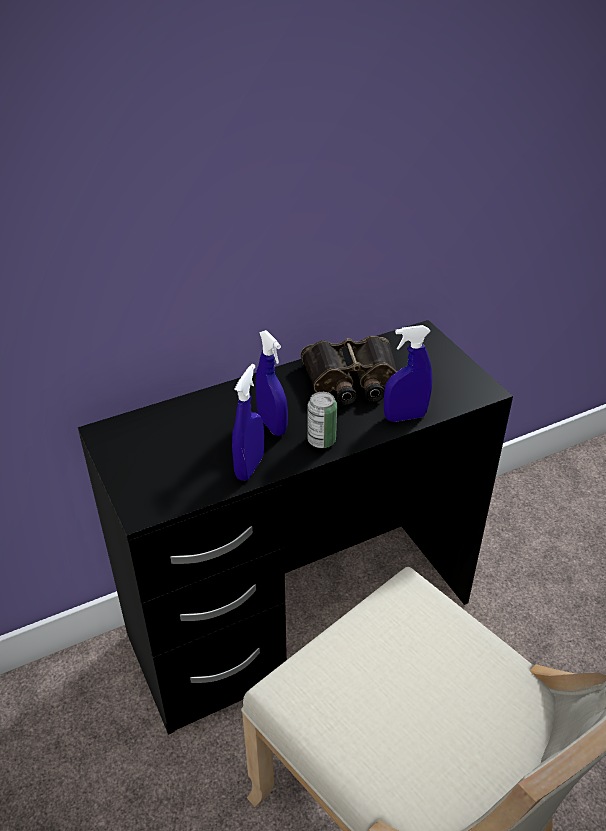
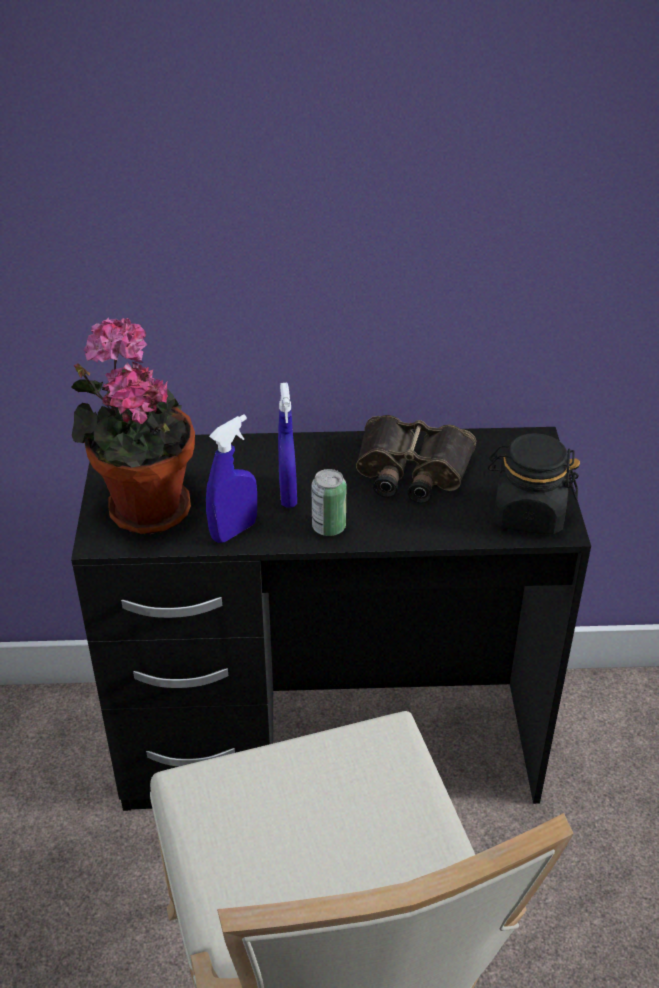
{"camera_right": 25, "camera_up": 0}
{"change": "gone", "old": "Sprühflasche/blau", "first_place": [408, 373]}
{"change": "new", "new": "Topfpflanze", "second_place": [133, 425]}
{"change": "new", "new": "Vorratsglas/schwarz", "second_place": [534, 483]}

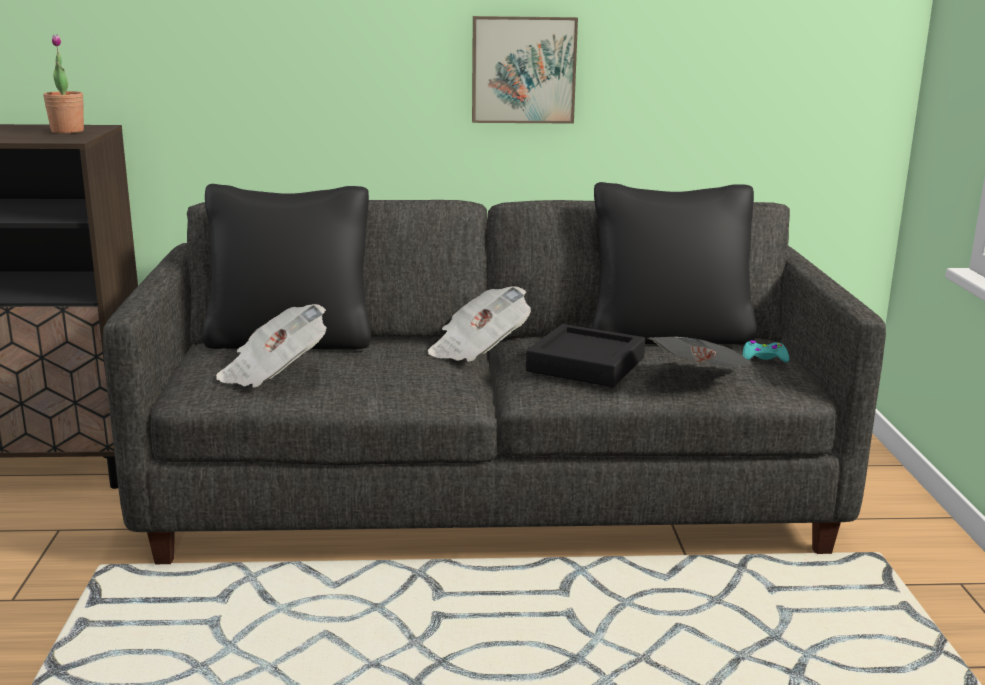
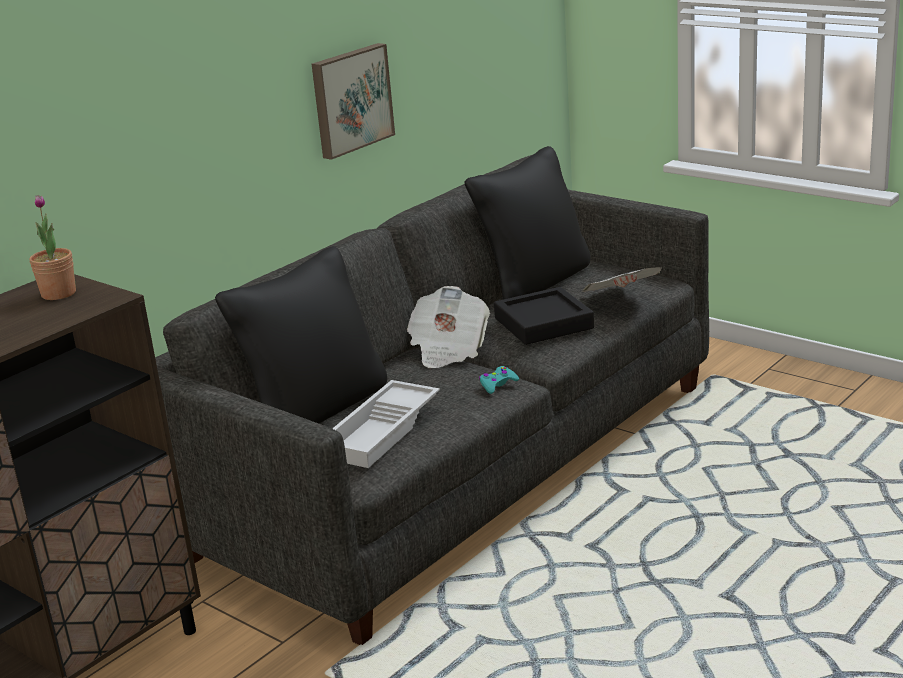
{"camera_right": -45, "camera_up": 5}
{"change": "swapped", "old": "Zeitung", "new": "Tablett/weiß", "first_place": [271, 346], "second_place": [386, 424]}
{"change": "shifted", "old": "Gamepad/türkis", "first_place": [766, 351], "second_place": [499, 380]}

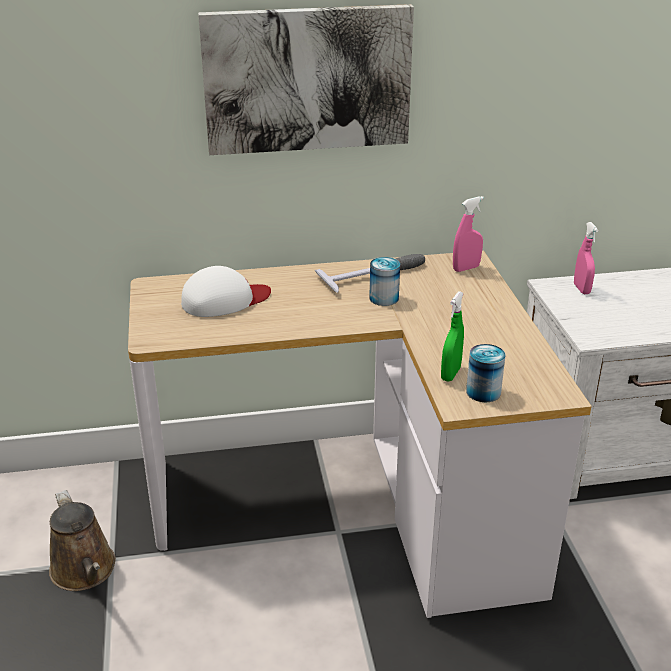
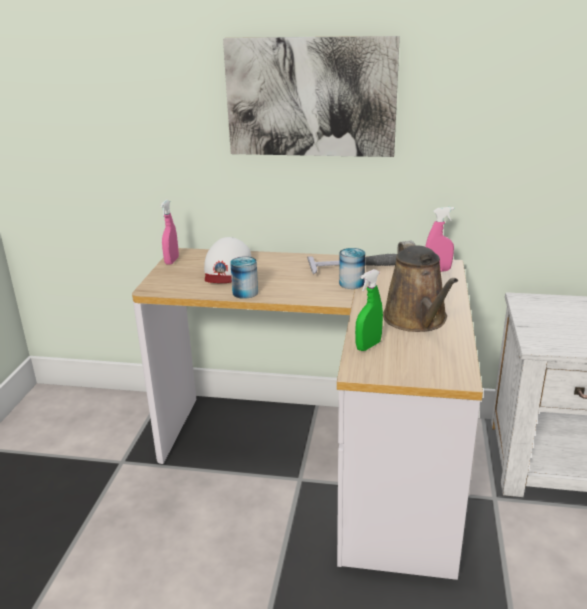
{"camera_right": 20, "camera_up": -5}
{"change": "shifted", "old": "Gießkanne/braun", "first_place": [82, 540], "second_place": [420, 286]}
{"change": "rotated", "old": "Kappe/weiß", "first_place": [226, 291], "second_place": [228, 260], "degrees": 105}
{"change": "shifted", "old": "Dose", "first_place": [485, 373], "second_place": [244, 277]}
{"change": "shifted", "old": "Sprühflasche/rosa", "first_place": [586, 258], "second_place": [169, 232]}

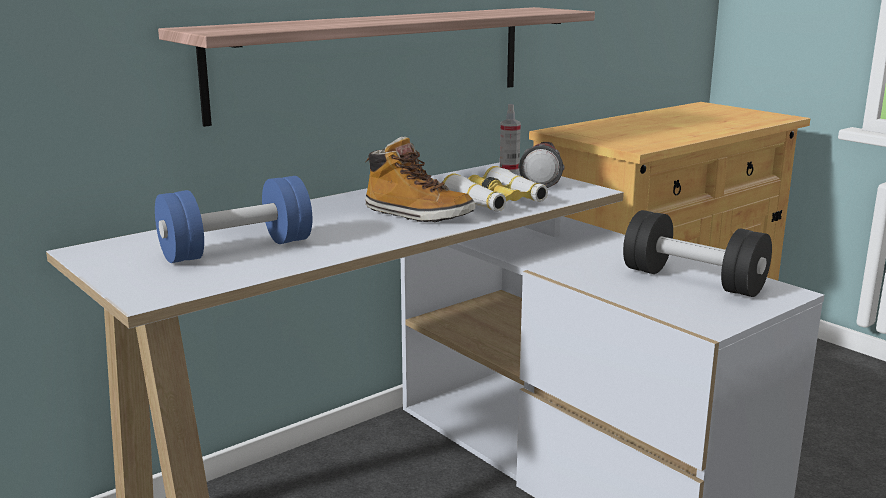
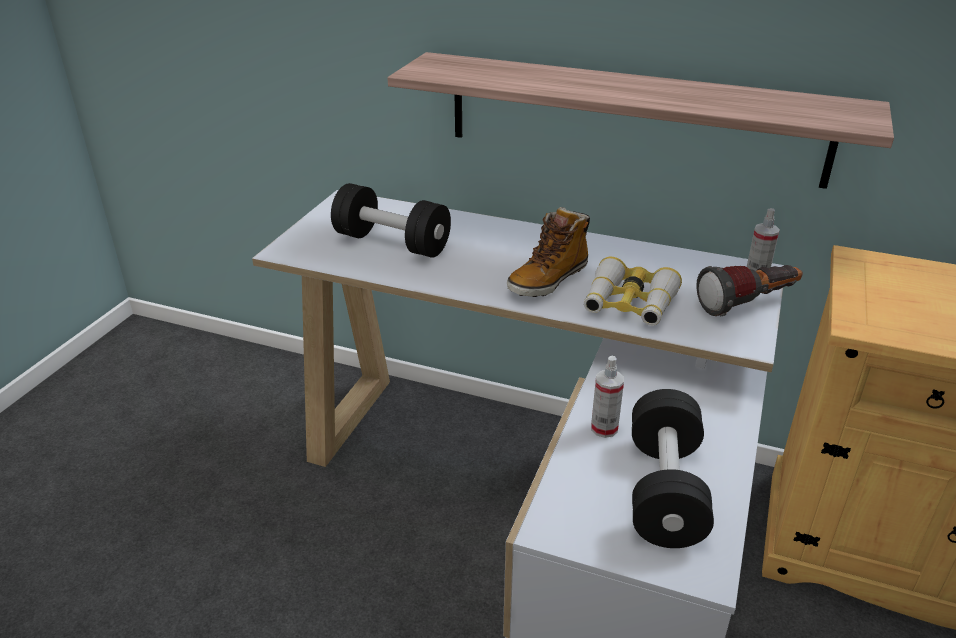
{"camera_right": 60, "camera_up": 15}
{"change": "repainted", "old": "Hantel/blau", "new": "Hantel/schwarz", "first_place": [233, 219], "second_place": [391, 220]}
{"change": "rotated", "old": "Stiefel", "first_place": [420, 179], "second_place": [548, 252], "degrees": 45}
{"change": "new", "new": "Sprühflasche", "second_place": [607, 397]}

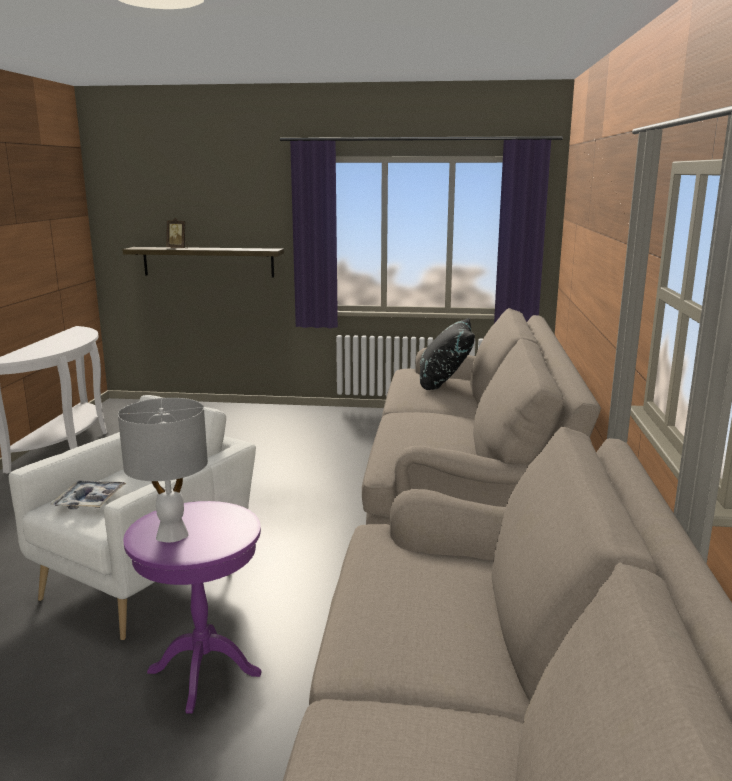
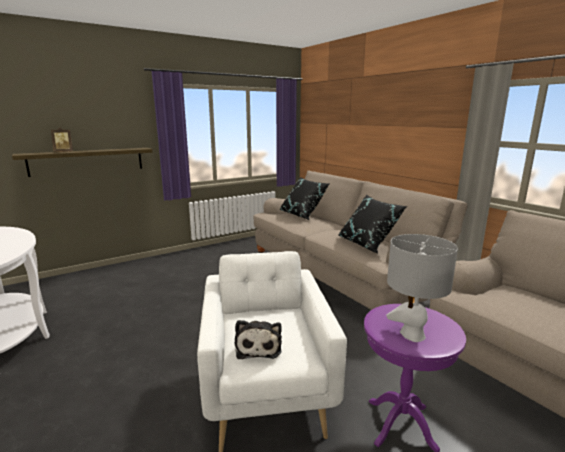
{"camera_right": -40, "camera_up": 0}
{"change": "swapped", "old": "Tablett", "new": "Plüschtier", "first_place": [88, 494], "second_place": [258, 339]}
{"change": "new", "new": "Kissen/schwarz", "second_place": [373, 224]}

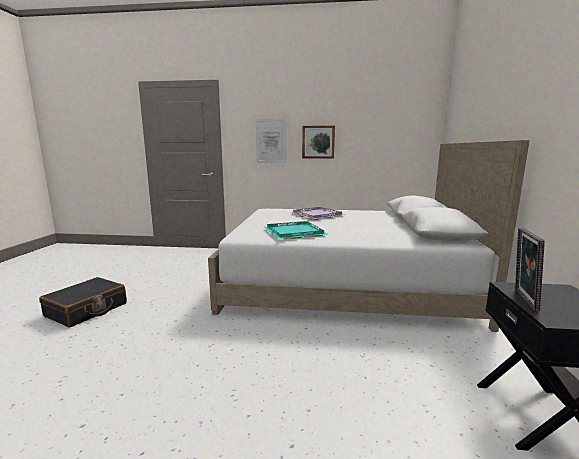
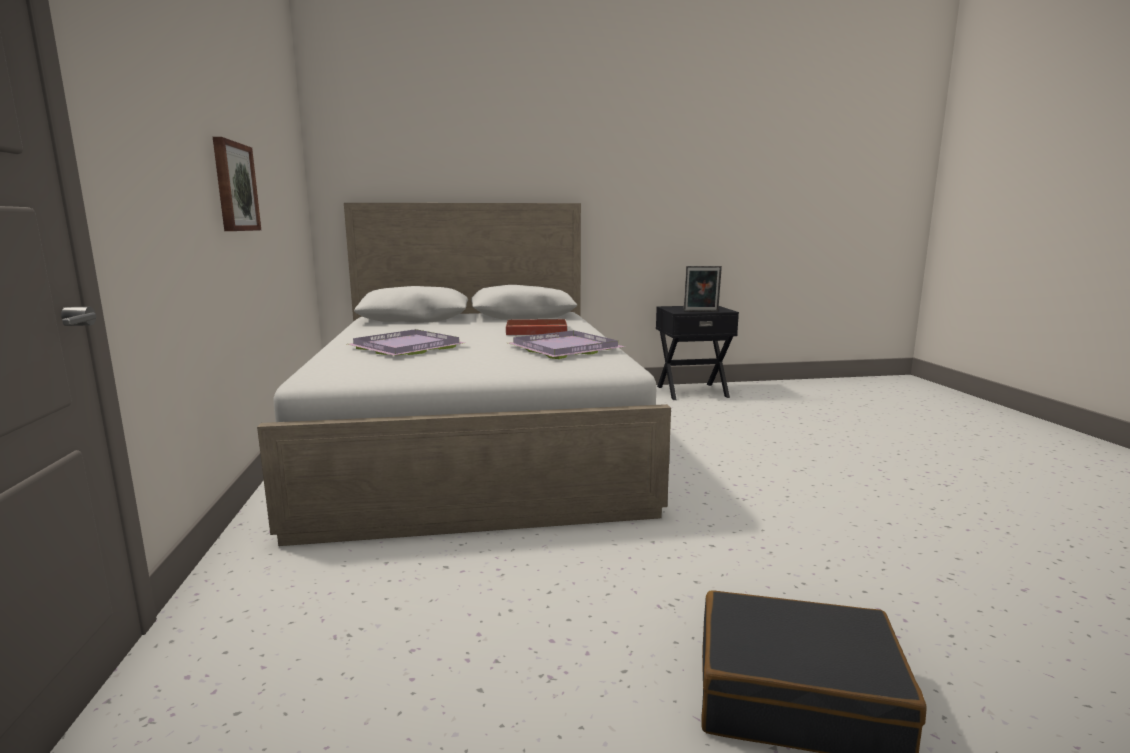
{"camera_right": -105, "camera_up": 0}
{"change": "gone", "old": "Bild", "first_place": [271, 140]}
{"change": "repainted", "old": "Tablett/türkis", "new": "Tablett/lila", "first_place": [295, 230], "second_place": [566, 344]}
{"change": "new", "new": "Tablett/rot", "second_place": [536, 327]}

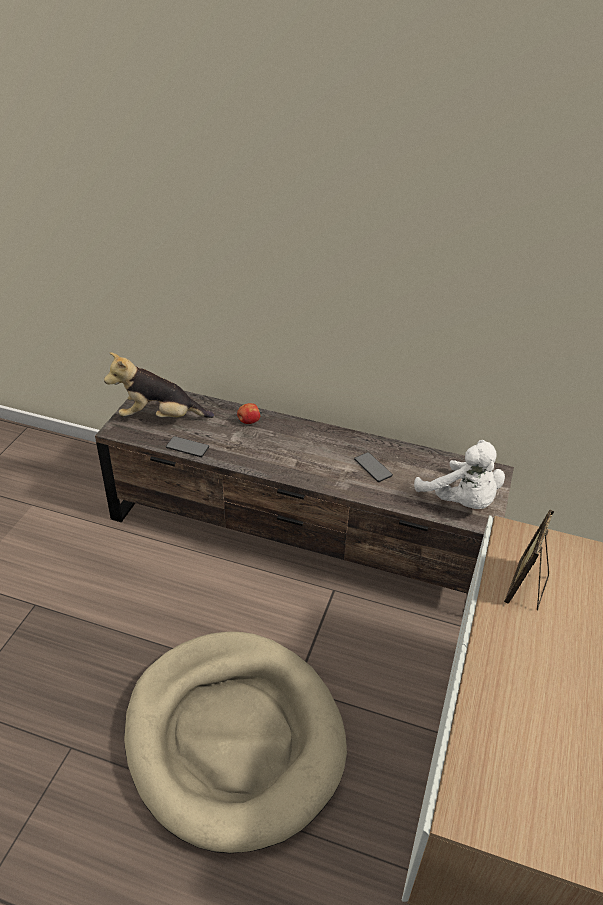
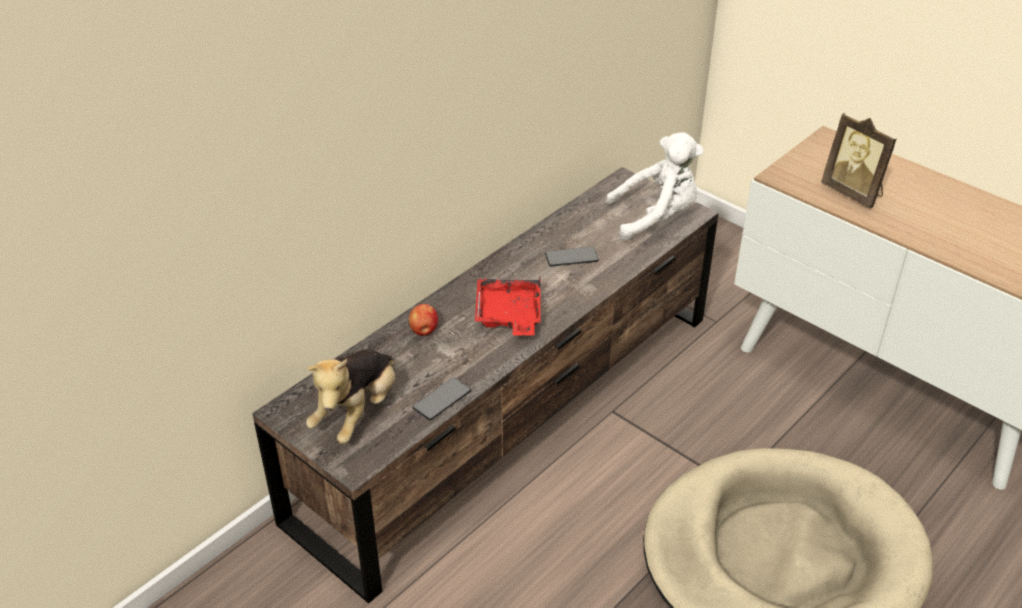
{"camera_right": -65, "camera_up": 0}
{"change": "new", "new": "Tablett/rot", "second_place": [508, 306]}

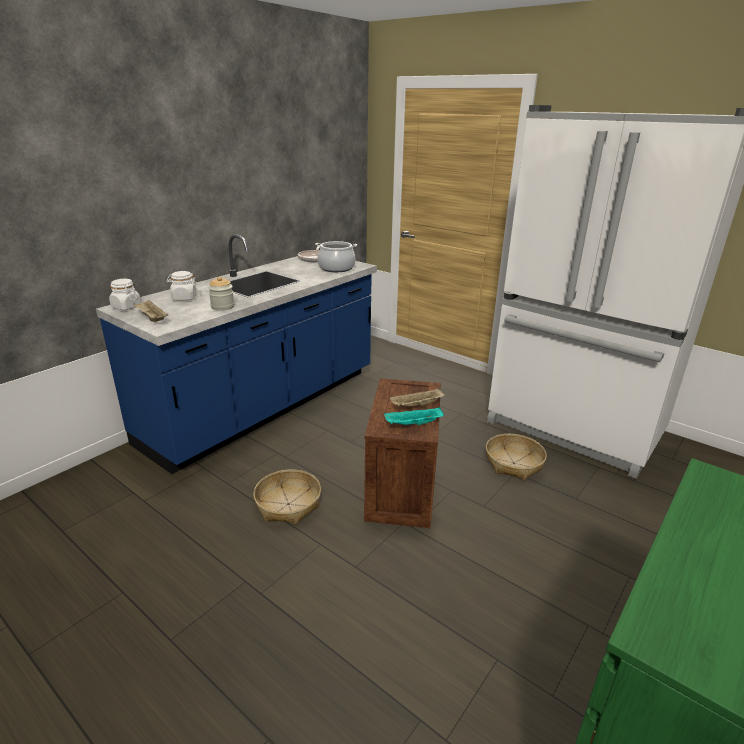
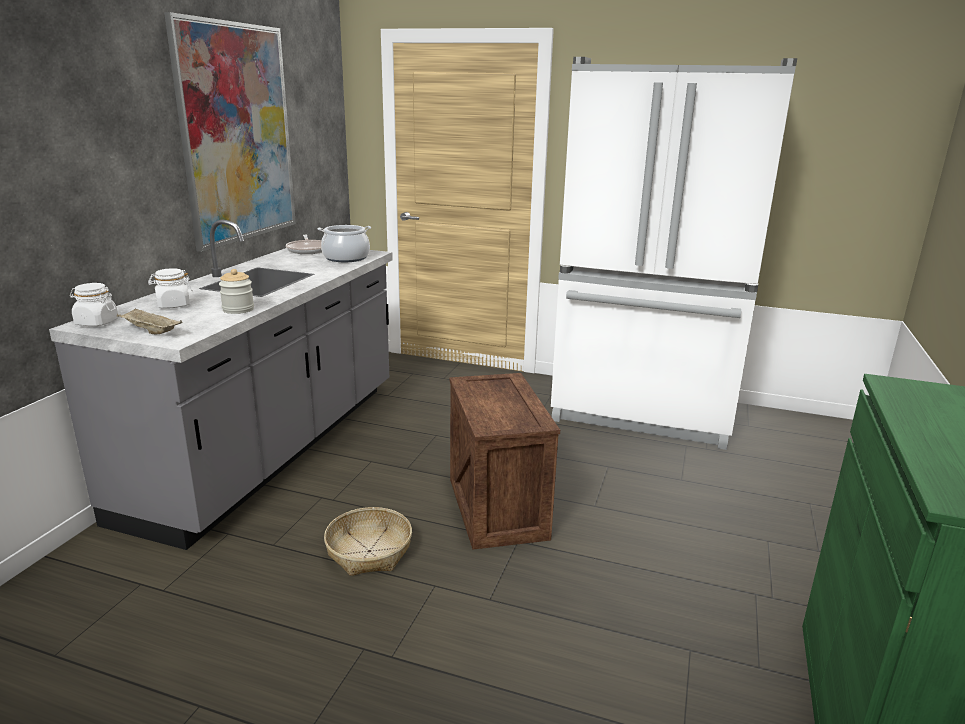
{"camera_right": -20, "camera_up": -5}
{"change": "repainted", "old": "Küchenzeile/blau", "new": "Küchenzeile/grau", "first_place": [236, 354], "second_place": [221, 385]}
{"change": "gone", "old": "Tablett/türkis", "first_place": [414, 416]}
{"change": "gone", "old": "Tablett/beige", "first_place": [417, 397]}
{"change": "gone", "old": "Korb", "first_place": [516, 457]}
{"change": "new", "new": "Bild", "second_place": [230, 132]}

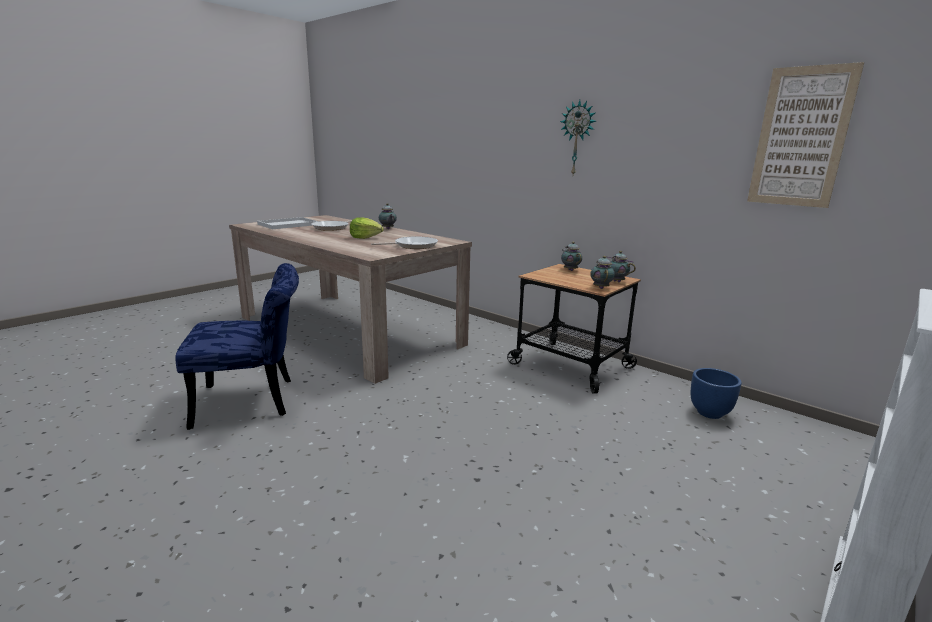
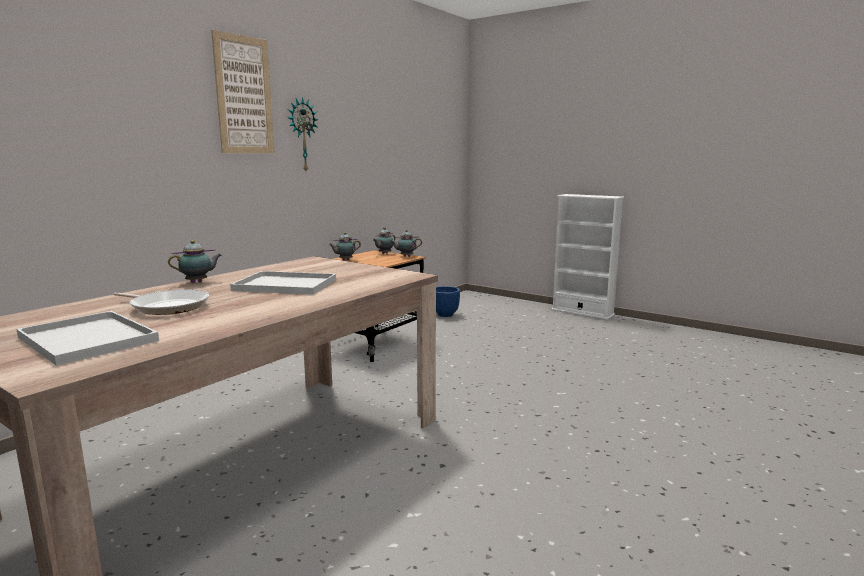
{"camera_right": -95, "camera_up": -5}
{"change": "gone", "old": "Stuhl/blau", "first_place": [237, 346]}
{"change": "swapped", "old": "Salatkopf", "new": "Tablett/weiß", "first_place": [367, 228], "second_place": [283, 283]}
{"change": "gone", "old": "Pfanne", "first_place": [404, 242]}
{"change": "shifted", "old": "Bild", "first_place": [805, 135], "second_place": [242, 91]}

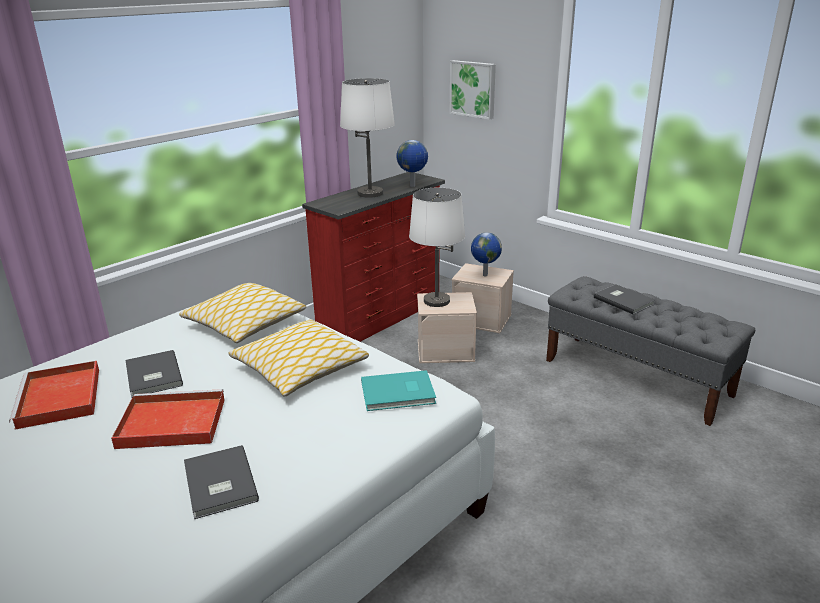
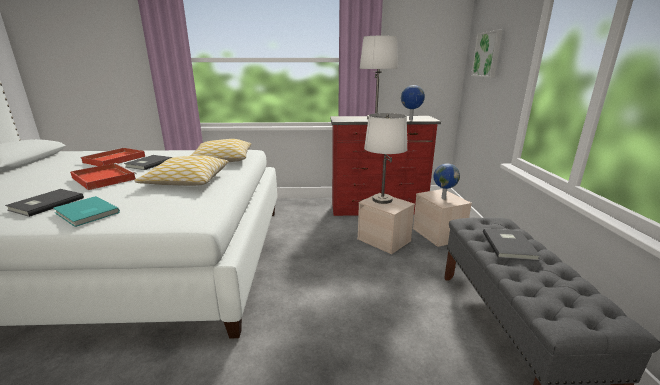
{"camera_right": 45, "camera_up": -5}
{"change": "shifted", "old": "Buch/türkis", "first_place": [398, 390], "second_place": [86, 211]}

